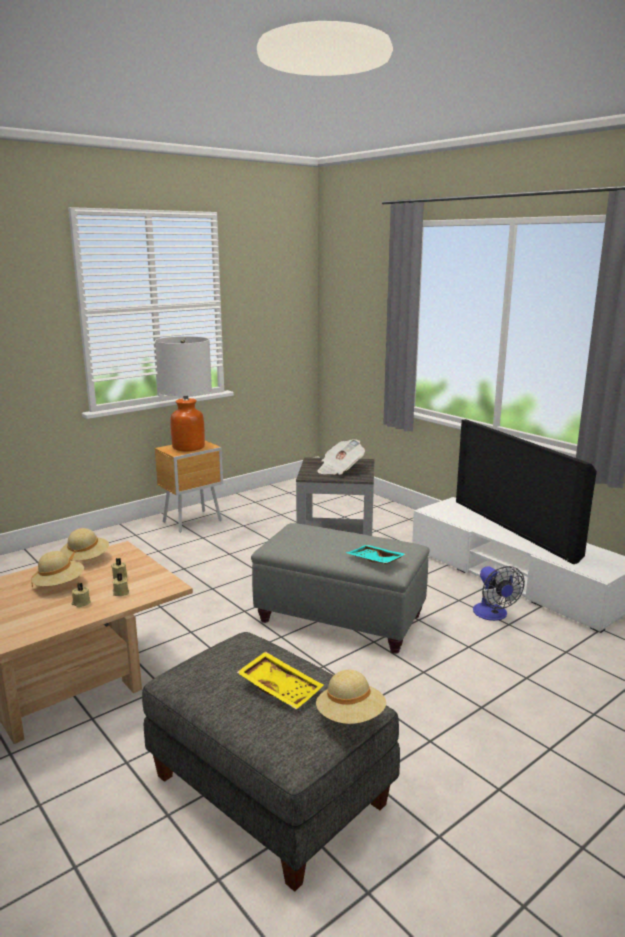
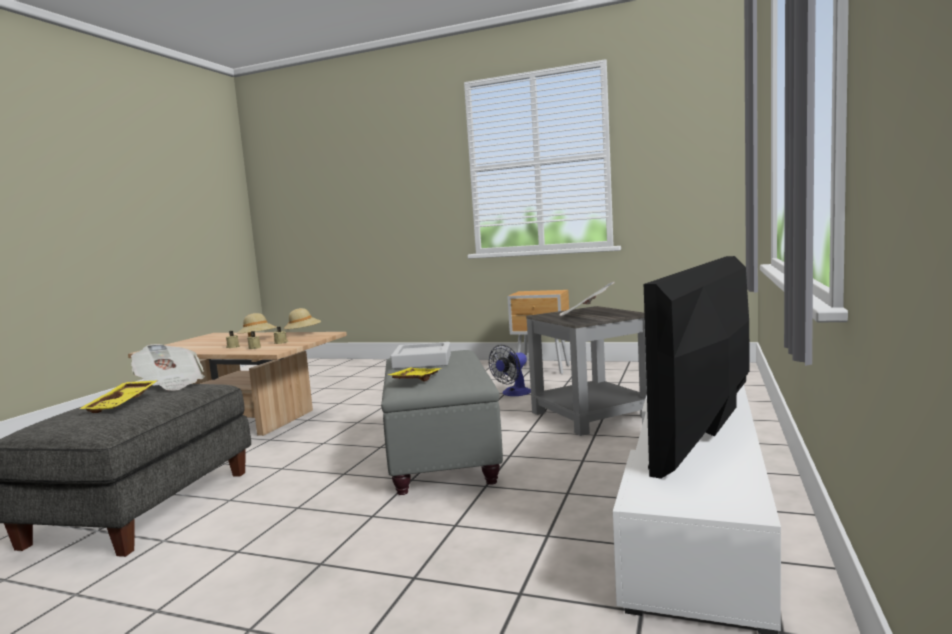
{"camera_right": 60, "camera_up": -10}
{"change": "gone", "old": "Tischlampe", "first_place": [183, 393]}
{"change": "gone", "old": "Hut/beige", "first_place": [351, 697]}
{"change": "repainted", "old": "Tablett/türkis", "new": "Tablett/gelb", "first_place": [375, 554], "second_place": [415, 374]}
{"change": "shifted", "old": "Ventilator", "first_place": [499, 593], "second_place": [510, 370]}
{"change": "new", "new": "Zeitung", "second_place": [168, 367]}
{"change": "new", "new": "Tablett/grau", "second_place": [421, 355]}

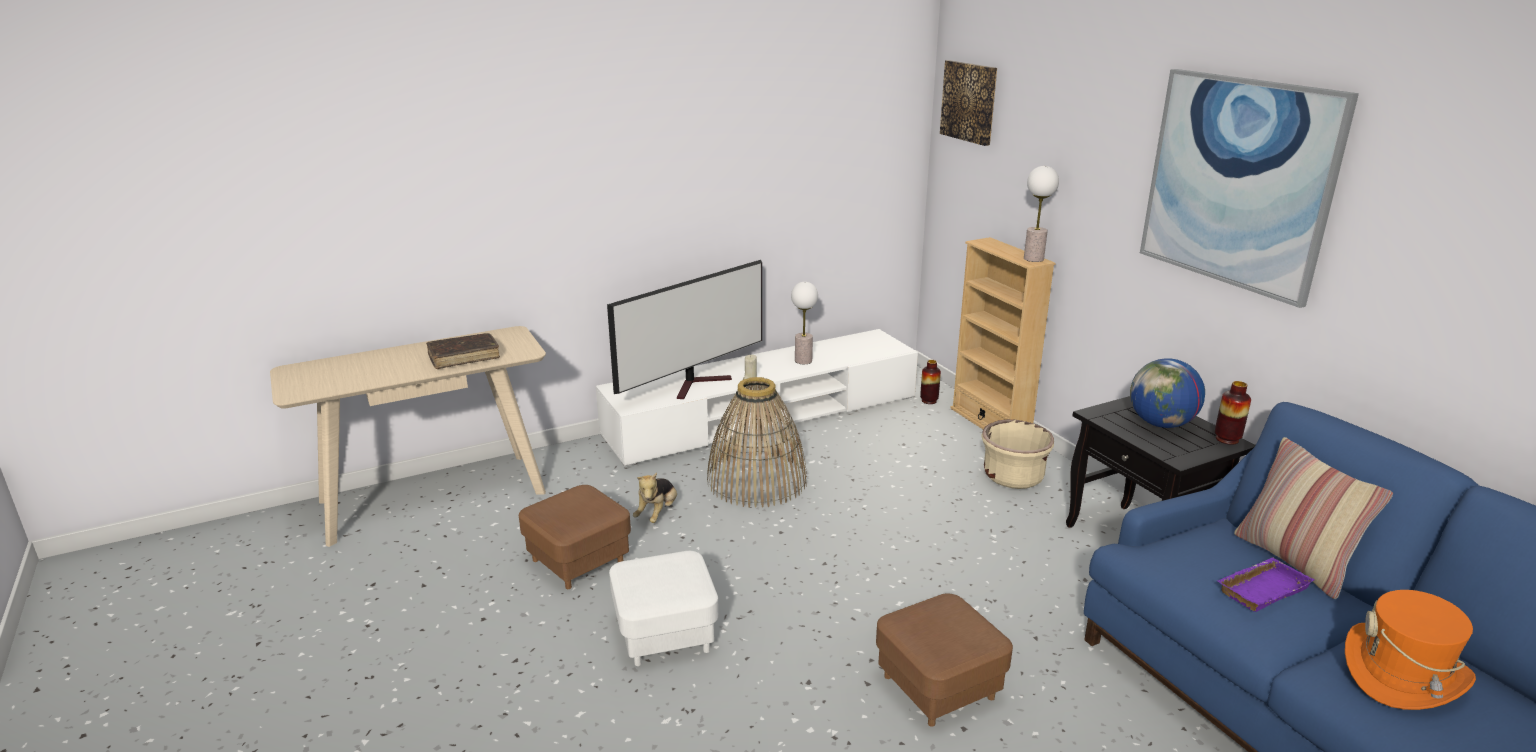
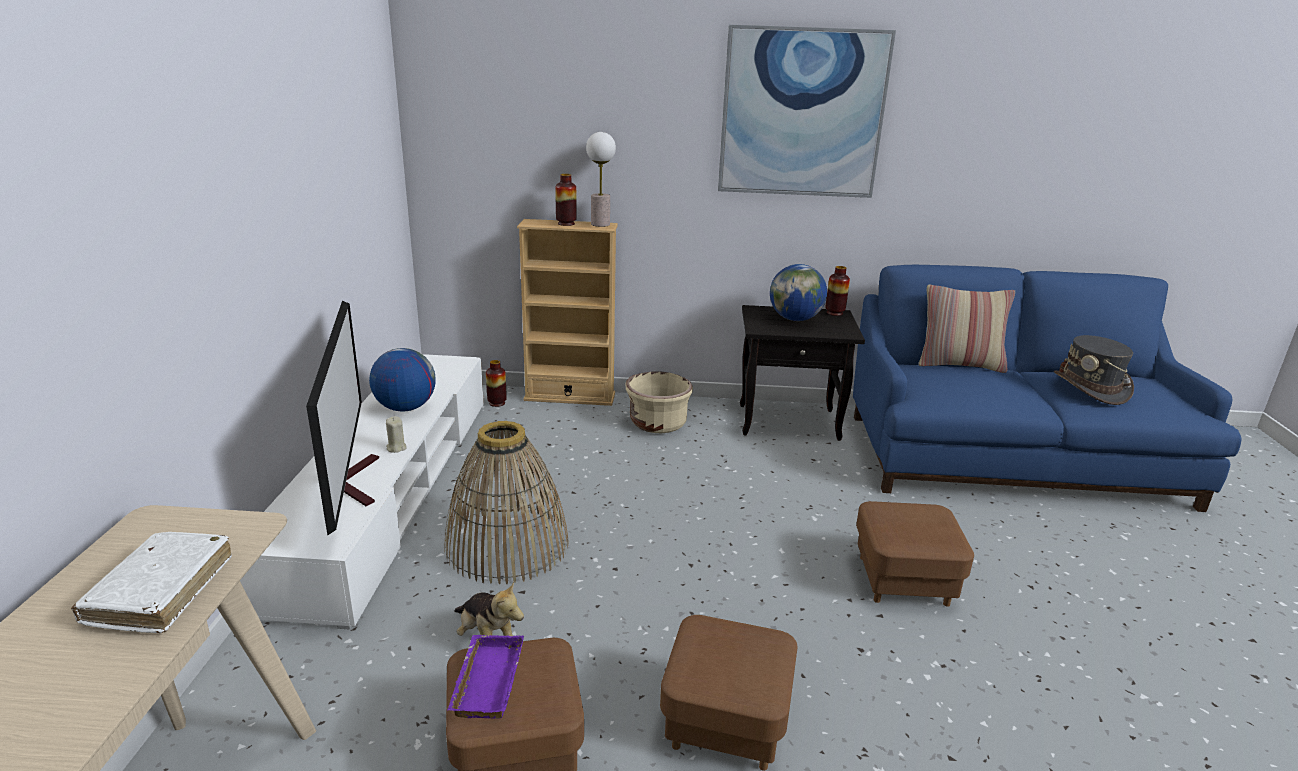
{"camera_right": -60, "camera_up": 0}
{"change": "repainted", "old": "Buch/braun", "new": "Buch/weiß", "first_place": [463, 351], "second_place": [151, 582]}
{"change": "repainted", "old": "Polsterhocker/weiß", "new": "Polsterhocker/braun", "first_place": [664, 608], "second_place": [729, 693]}
{"change": "swapped", "old": "Tischlampe", "new": "Globus", "first_place": [804, 323], "second_place": [402, 379]}
{"change": "gone", "old": "Bild", "first_place": [968, 103]}
{"change": "shifted", "old": "Tablett/lila", "first_place": [1265, 585], "second_place": [485, 677]}
{"change": "repainted", "old": "Hut/orange", "new": "Hut/grau", "first_place": [1410, 650], "second_place": [1094, 370]}
{"change": "new", "new": "Vase", "second_place": [566, 200]}

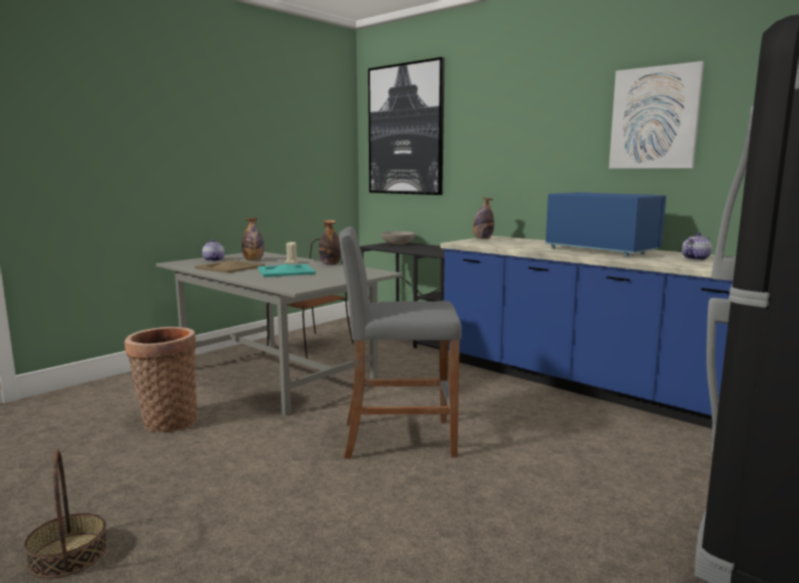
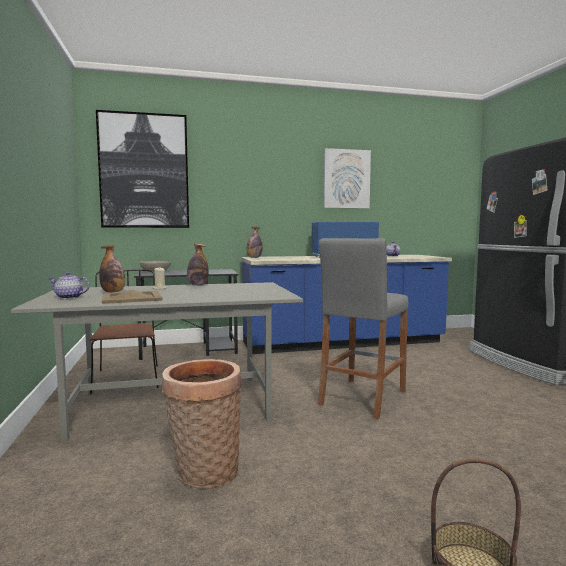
{"camera_right": -55, "camera_up": -5}
{"change": "gone", "old": "Tablett/türkis", "first_place": [287, 270]}

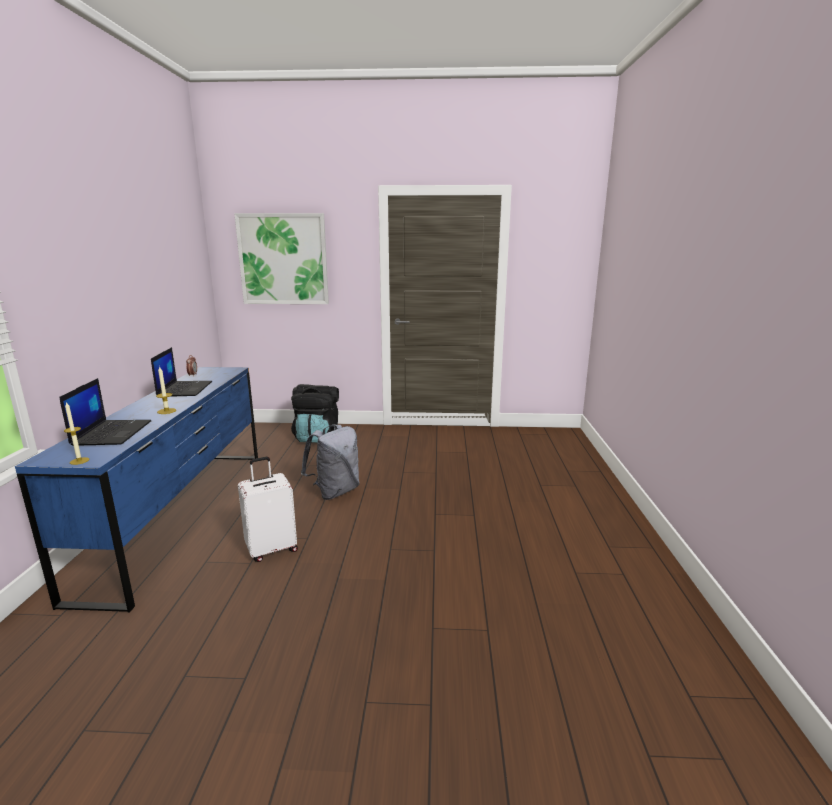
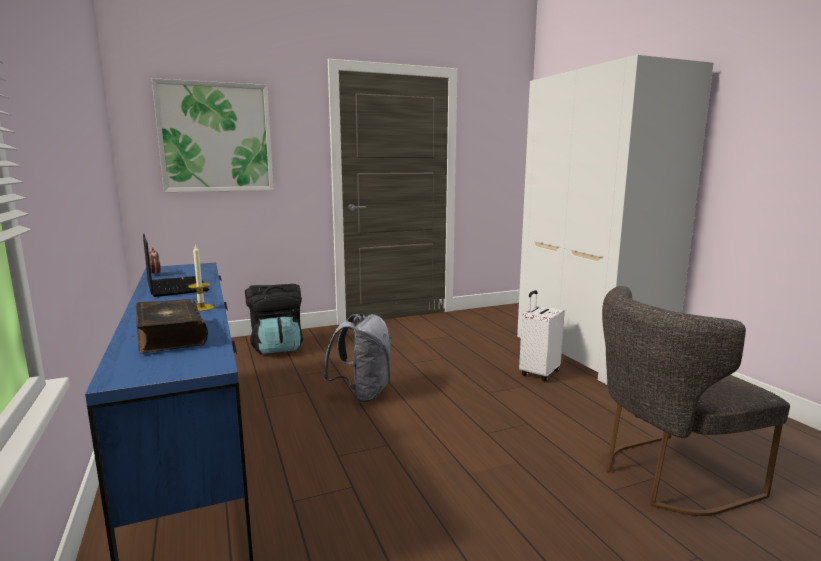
{"camera_right": -25, "camera_up": -5}
{"change": "swapped", "old": "Laptop", "new": "Buch", "first_place": [105, 411], "second_place": [172, 326]}
{"change": "gone", "old": "Kerze", "first_place": [76, 433]}
{"change": "shifted", "old": "Koffer/weiß", "first_place": [268, 509], "second_place": [542, 335]}
{"change": "new", "new": "Kleiderschrank/weiß", "second_place": [615, 220]}
{"change": "new", "new": "Stuhl/grau", "second_place": [696, 401]}

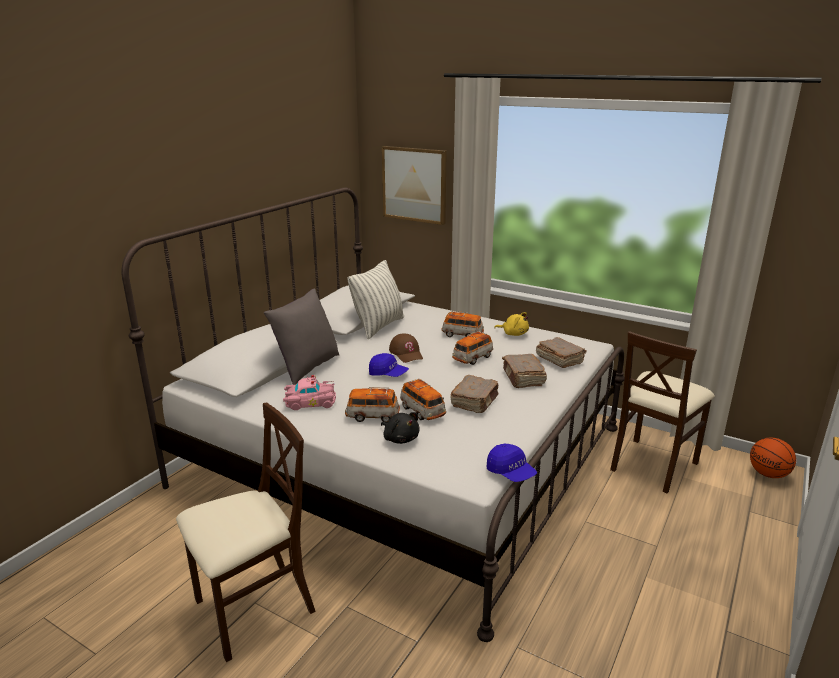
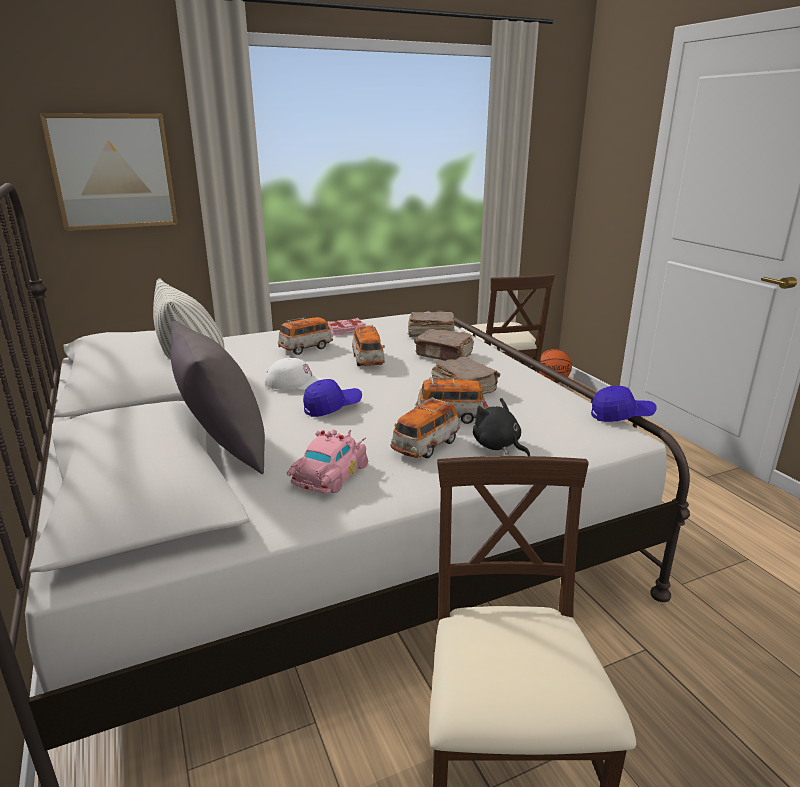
{"camera_right": -55, "camera_up": 0}
{"change": "rotated", "old": "Plüschtier/schwarz", "first_place": [400, 428], "second_place": [501, 427], "degrees": -120}
{"change": "repainted", "old": "Kappe/braun", "new": "Kappe/weiß", "first_place": [406, 348], "second_place": [295, 374]}
{"change": "swapped", "old": "Plüschtier/gelb", "new": "Buch/rosa", "first_place": [511, 324], "second_place": [346, 326]}

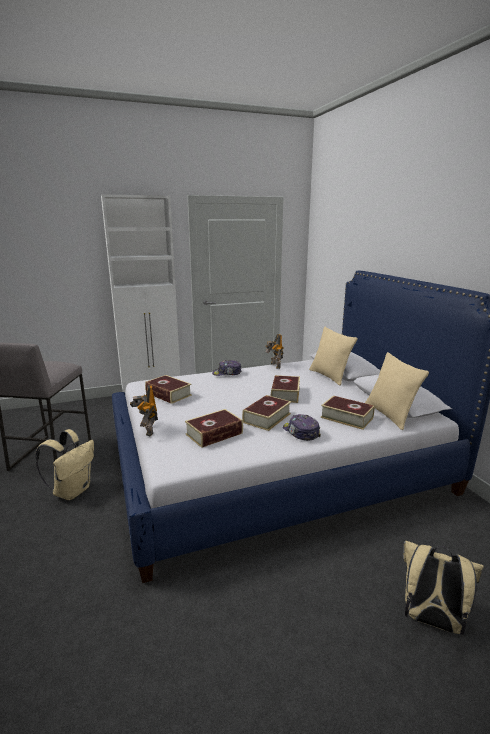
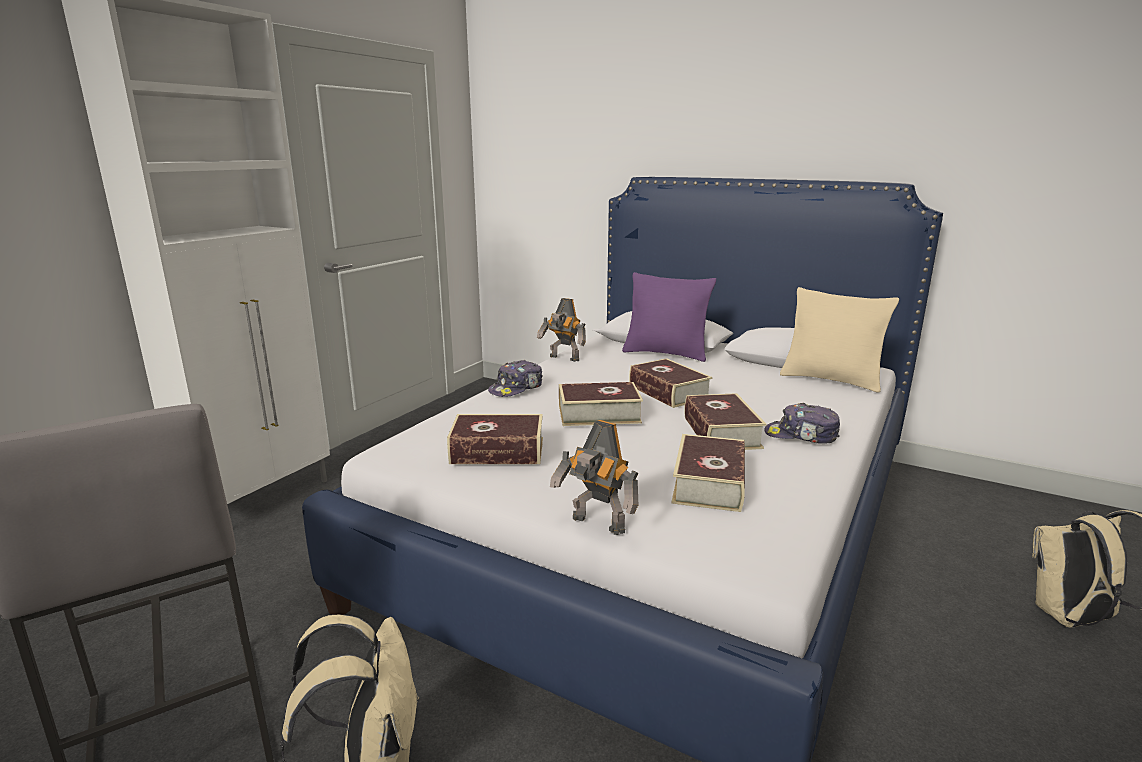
{"camera_right": -40, "camera_up": 0}
{"change": "repainted", "old": "Kissen/beige", "new": "Kissen/lila", "first_place": [333, 356], "second_place": [669, 317]}
{"change": "shifted", "old": "Buch", "first_place": [347, 413], "second_place": [601, 404]}

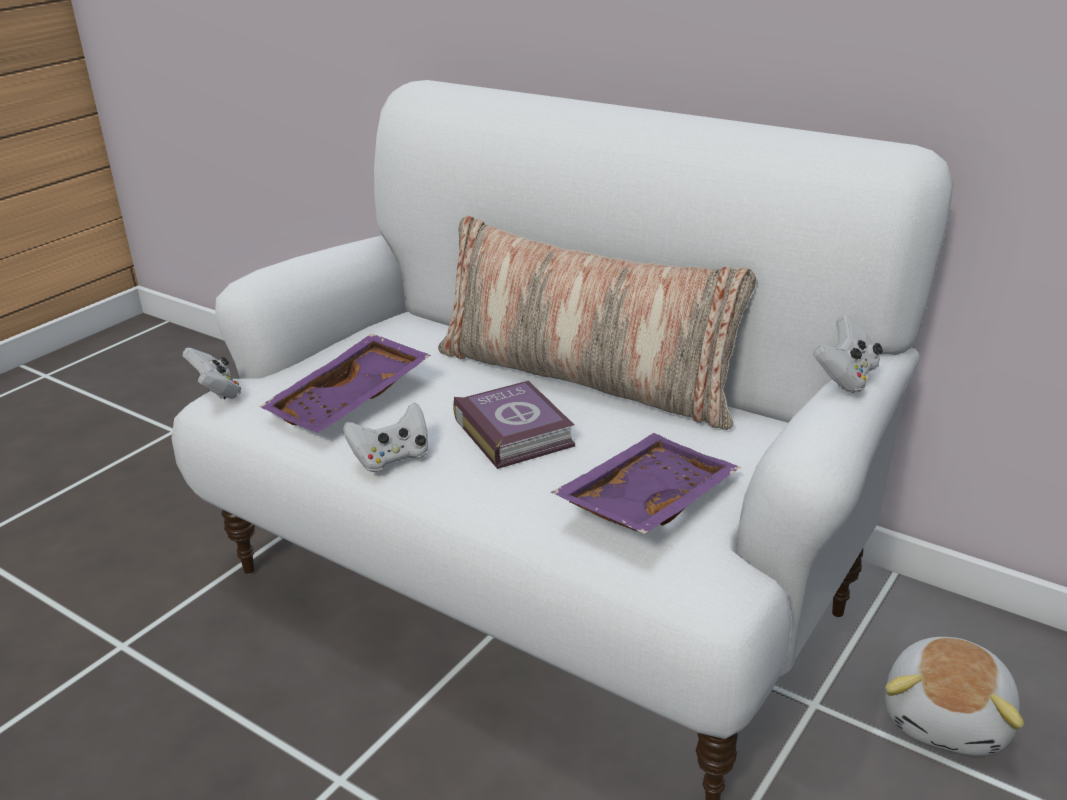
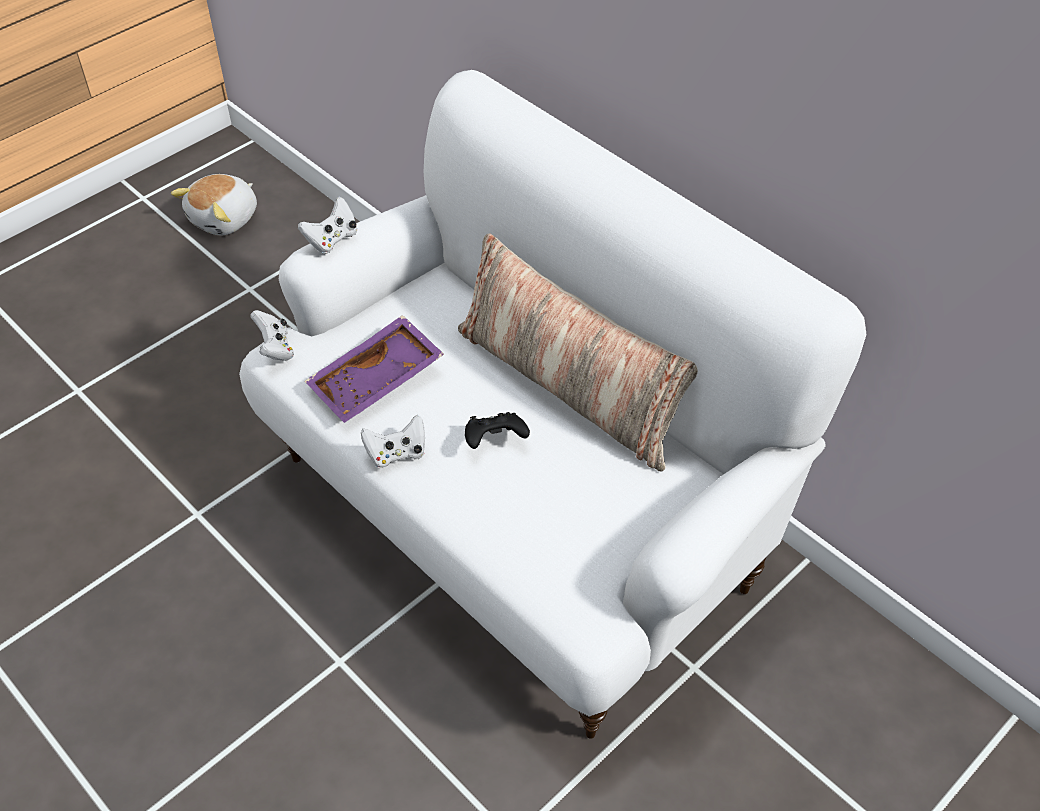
{"camera_right": 10, "camera_up": 20}
{"change": "swapped", "old": "Buch", "new": "Gamepad/schwarz", "first_place": [514, 425], "second_place": [497, 430]}
{"change": "gone", "old": "Tablett/lila", "first_place": [646, 483]}
{"change": "shifted", "old": "Gamepad/weiß", "first_place": [848, 353], "second_place": [327, 225]}
{"change": "shifted", "old": "Plüschtier", "first_place": [954, 696], "second_place": [214, 204]}

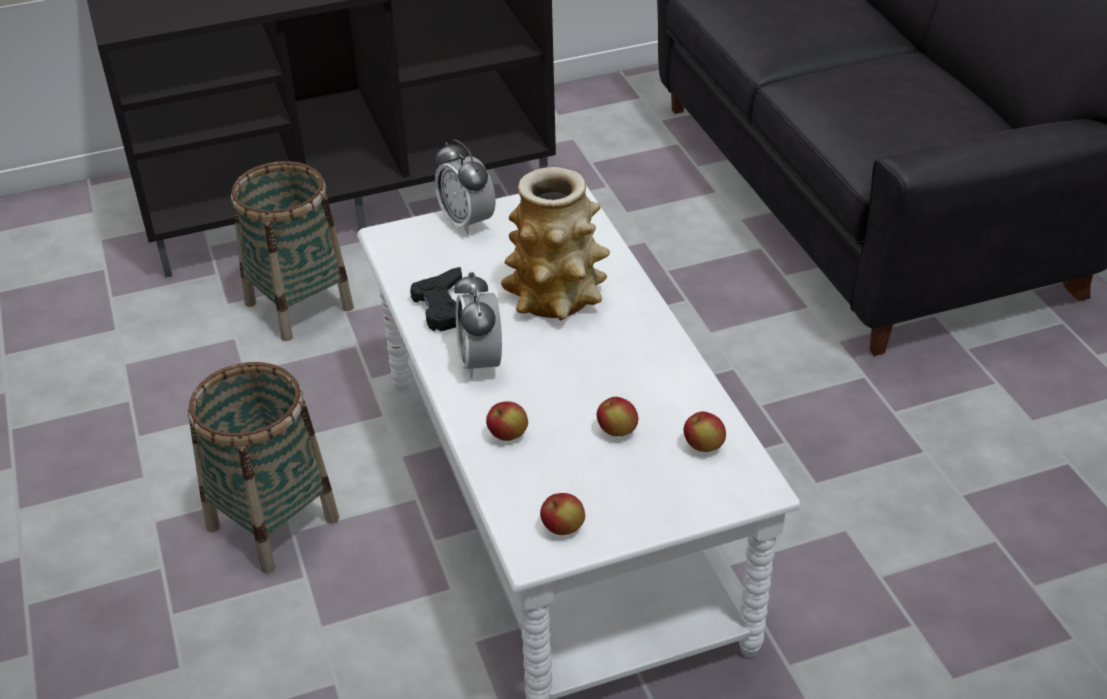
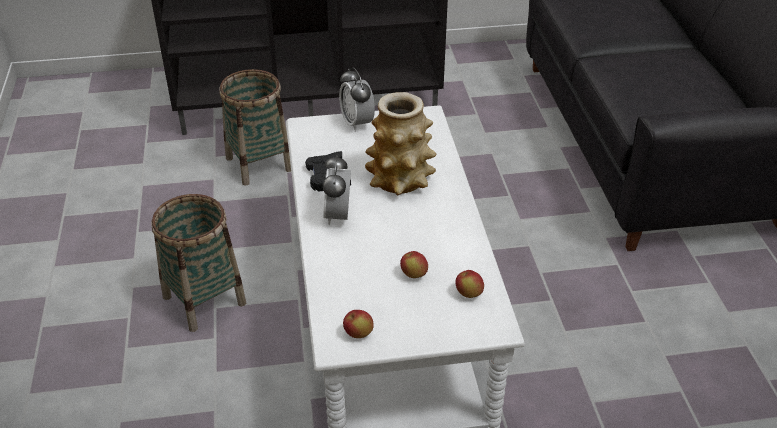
{"camera_right": 10, "camera_up": 0}
{"change": "gone", "old": "Apfel", "first_place": [507, 421]}

